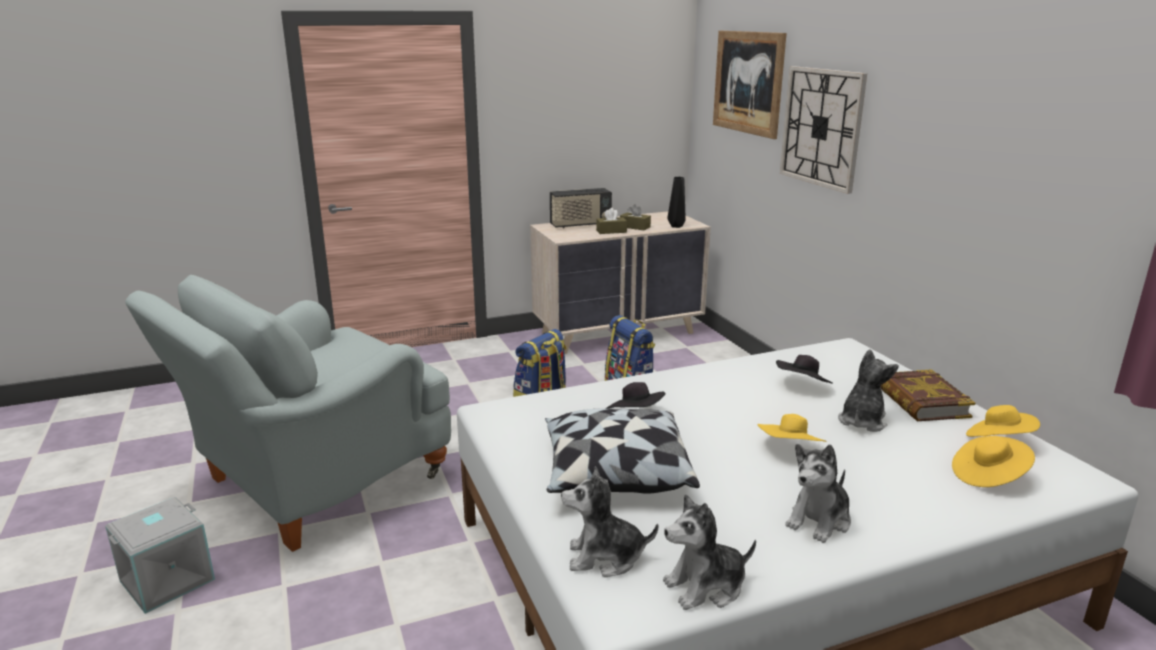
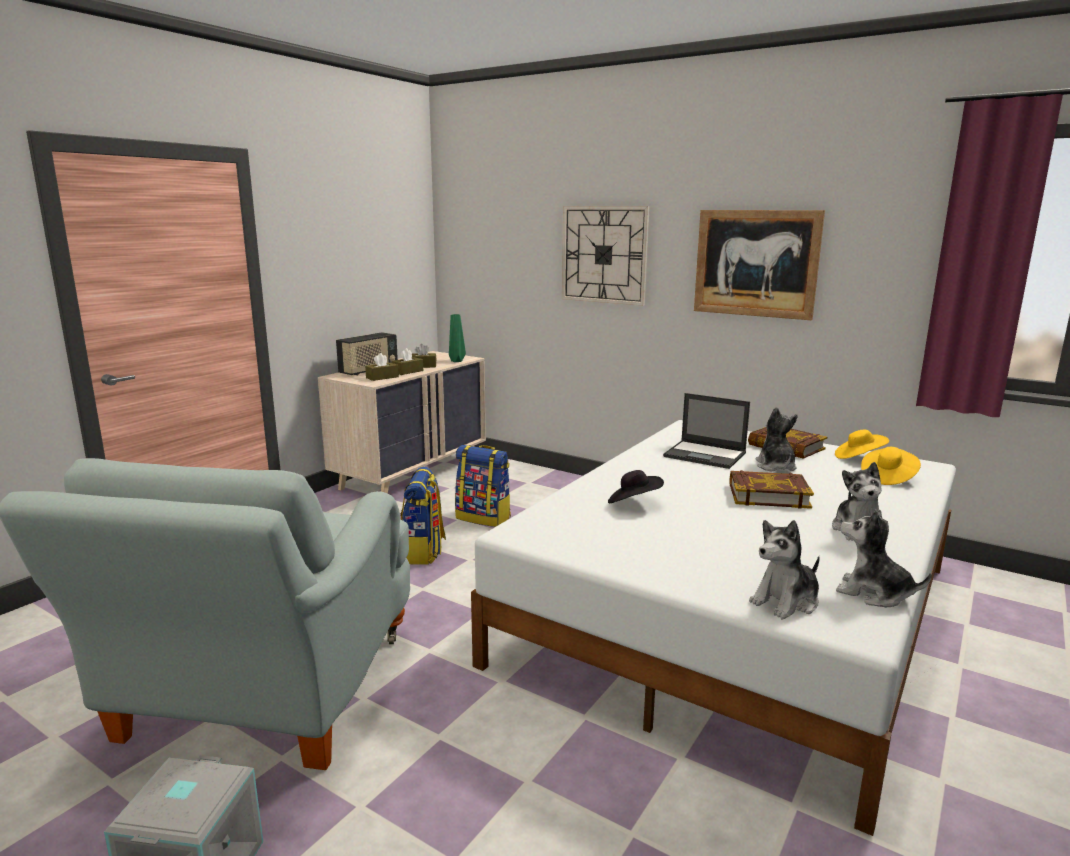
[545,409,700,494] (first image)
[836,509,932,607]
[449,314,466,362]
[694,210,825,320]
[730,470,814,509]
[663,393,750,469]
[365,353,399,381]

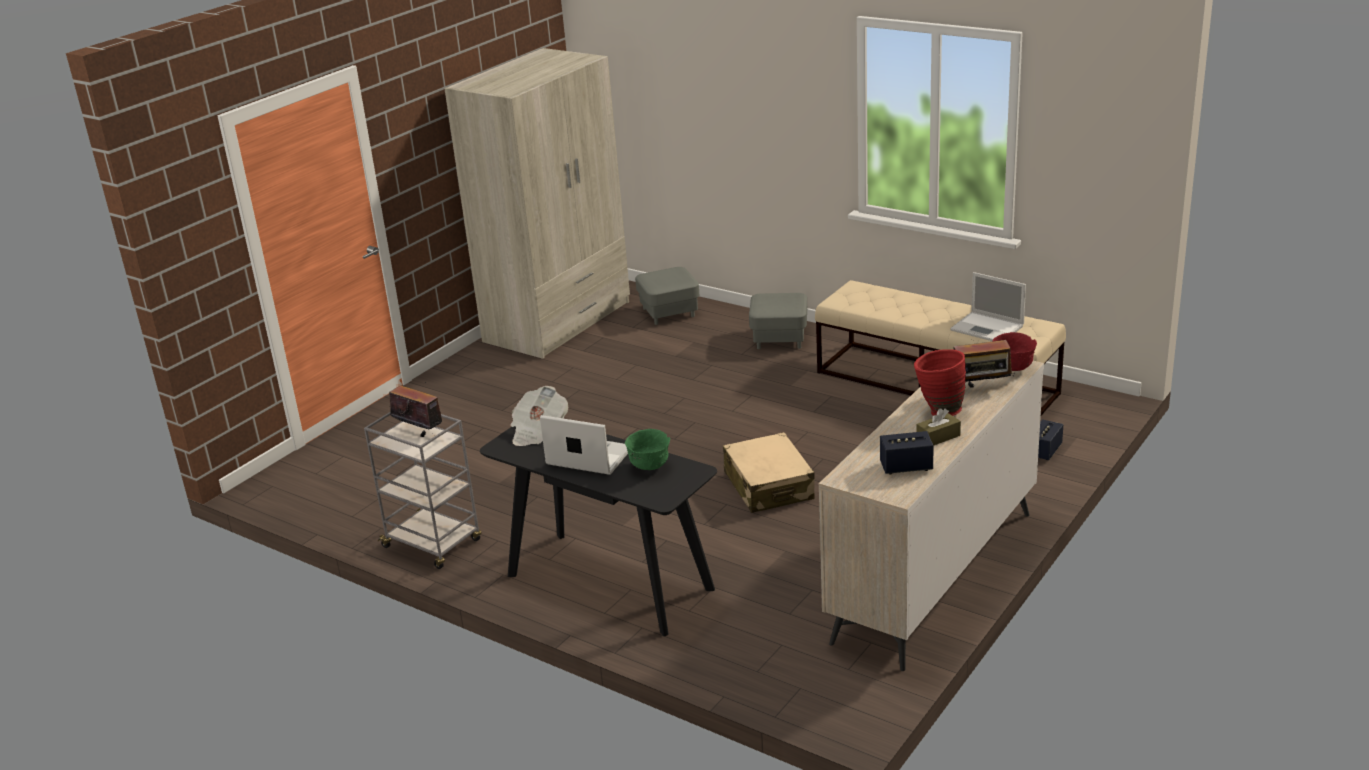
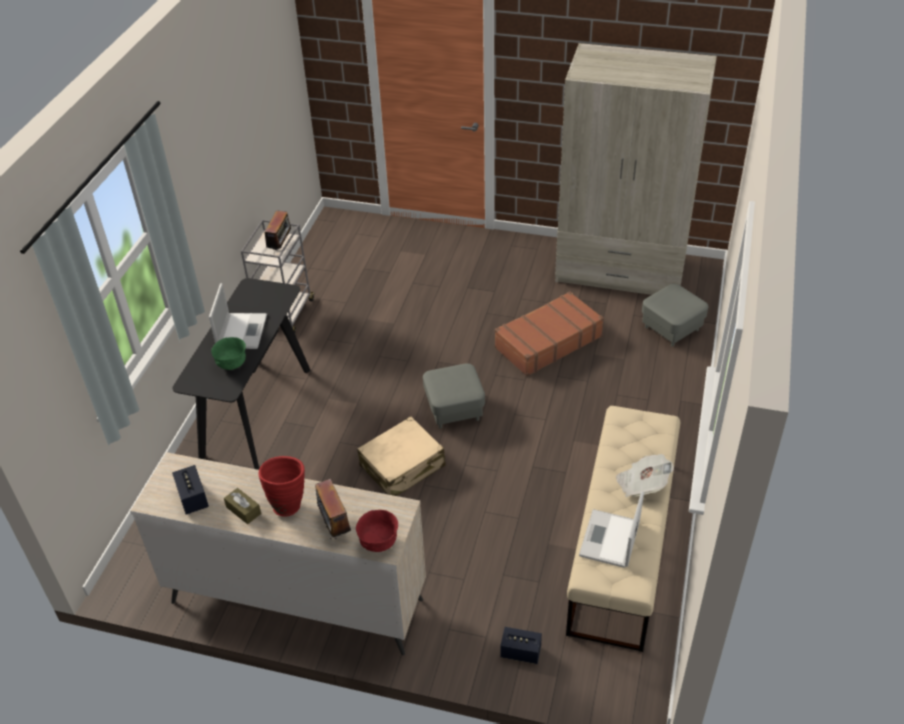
[616,454,674,497]
[423,363,485,429]
[495,291,604,376]

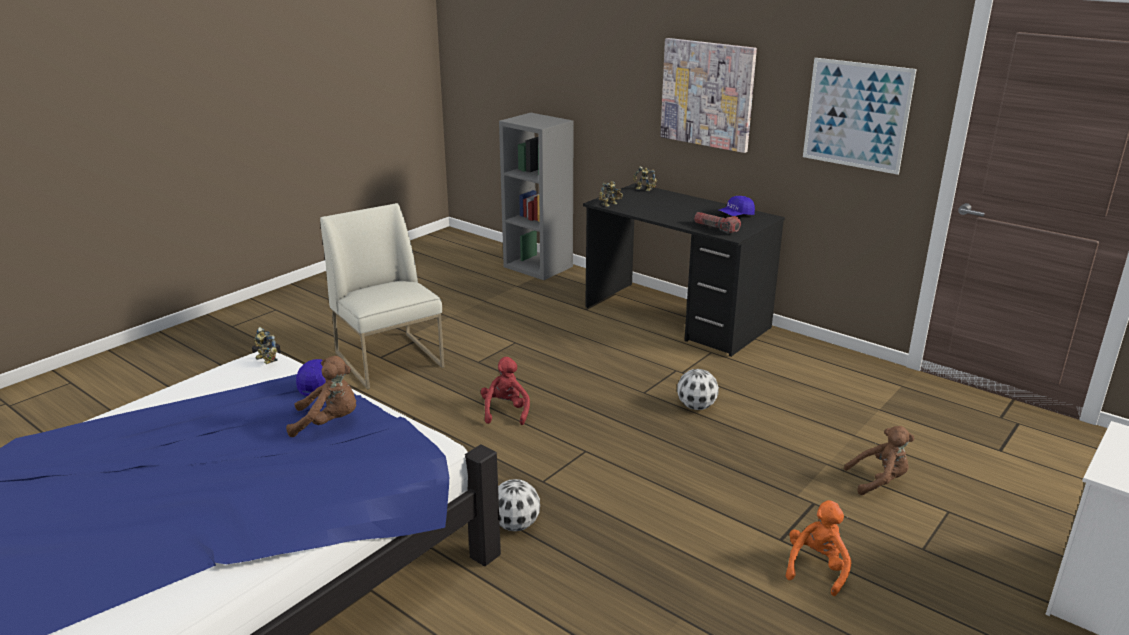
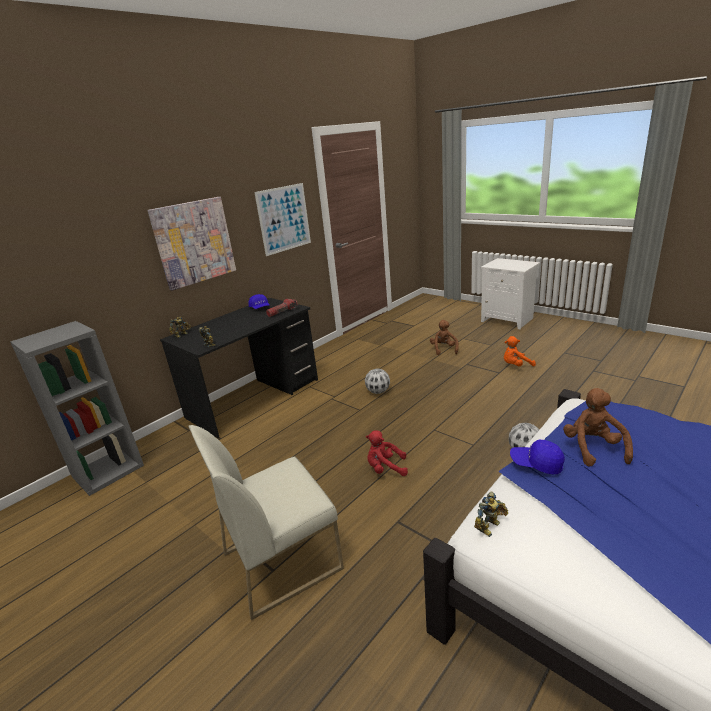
[504,336,536,367]

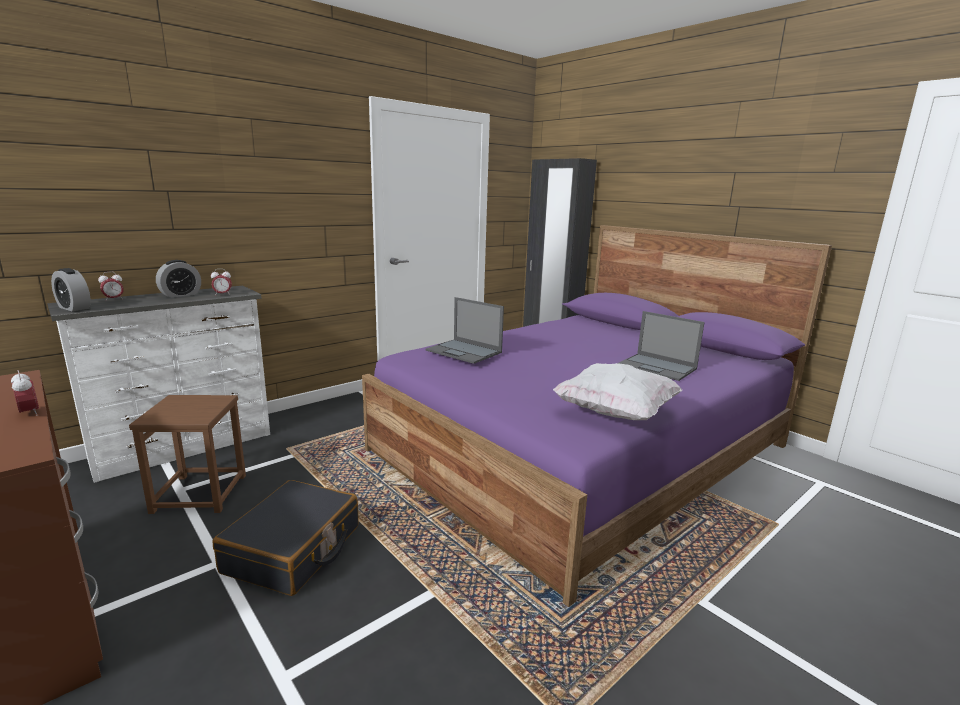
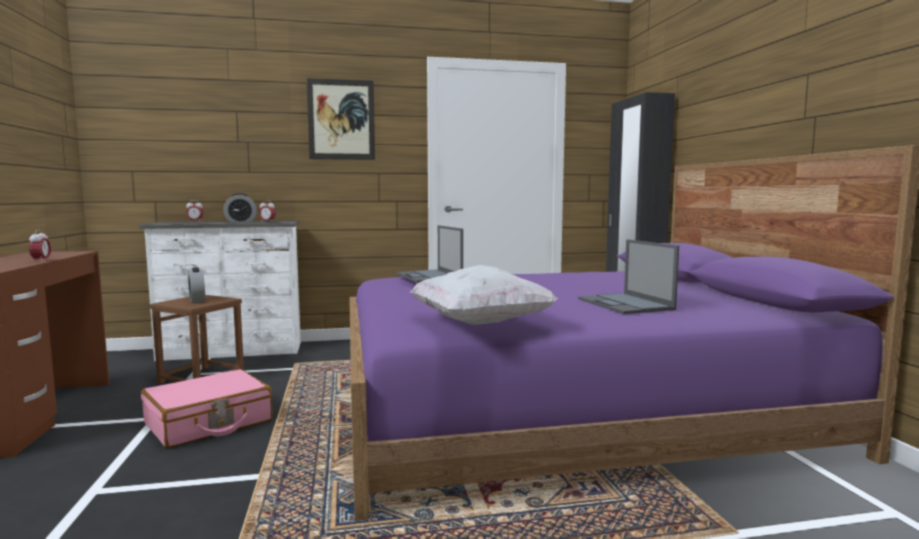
[188,267,205,303]
[141,369,273,448]
[307,78,375,160]

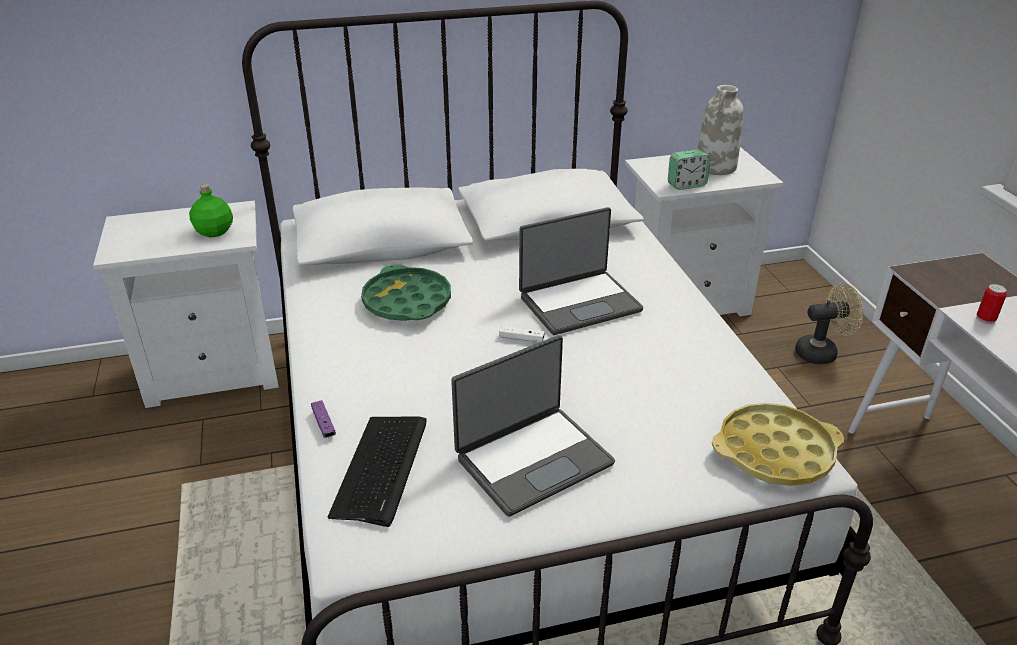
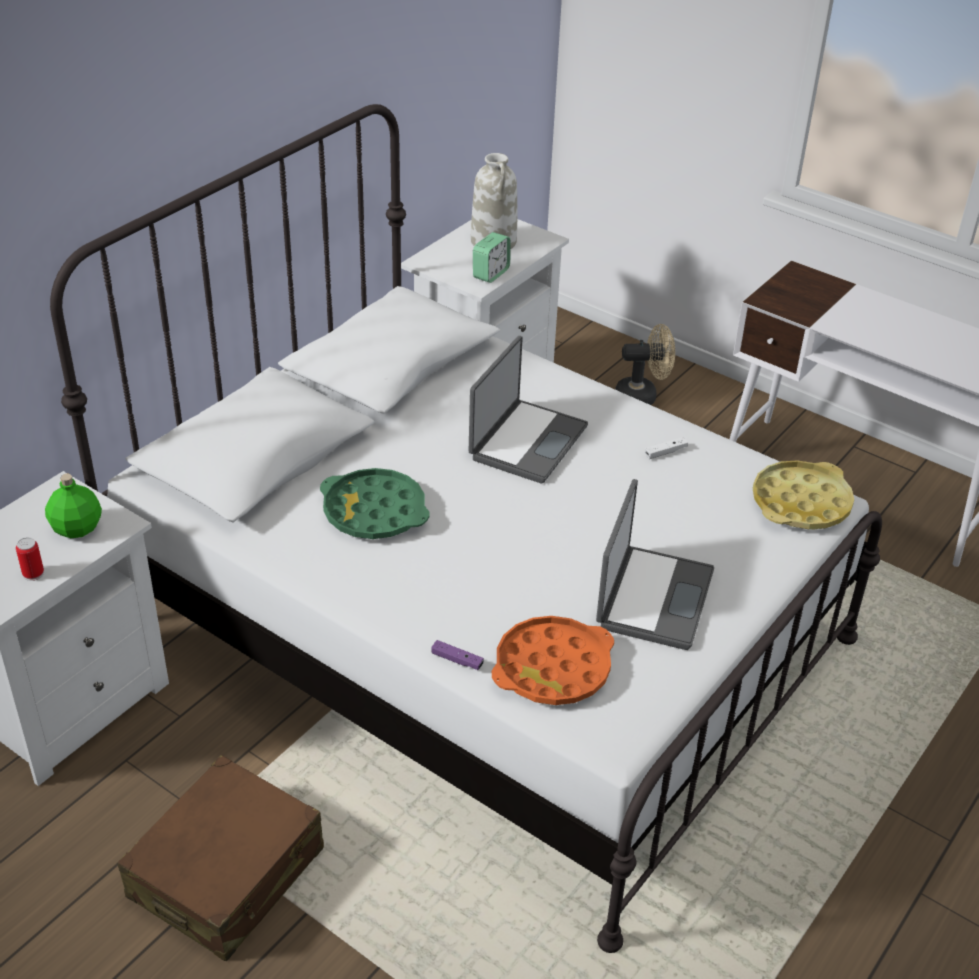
[492,616,614,705]
[645,437,688,459]
[615,324,675,405]
[16,537,44,581]
[117,755,324,961]

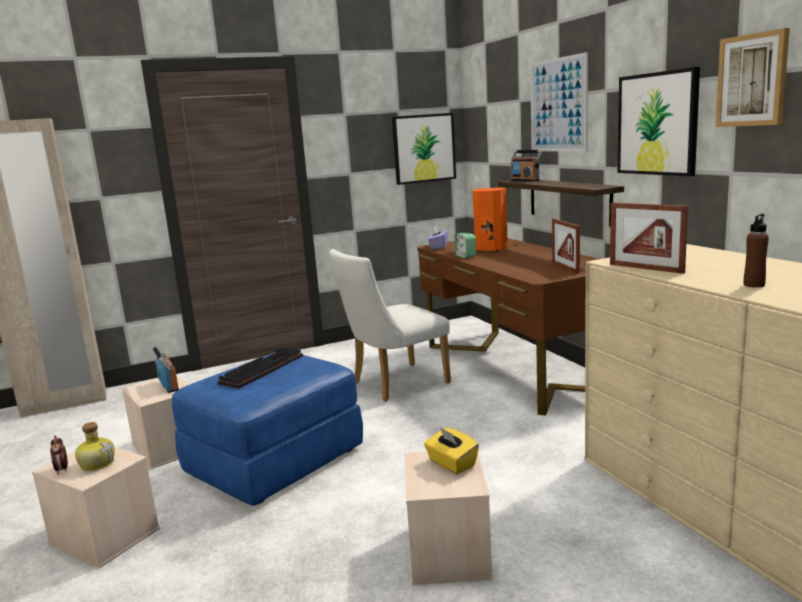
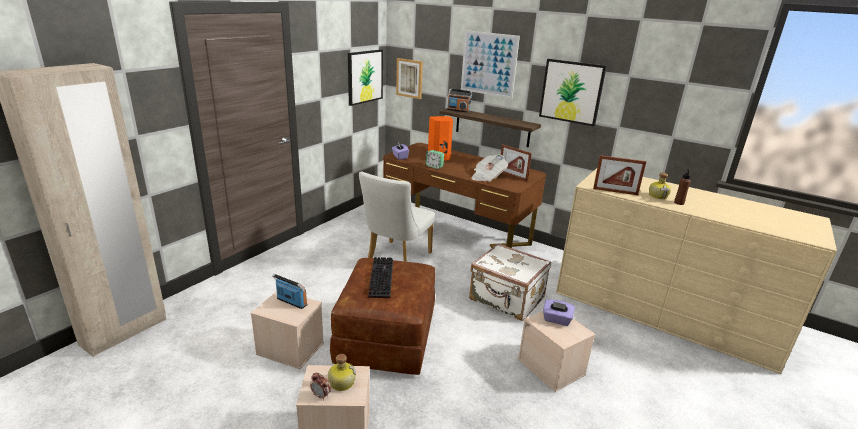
[330,258,435,375]
[543,299,575,326]
[396,58,423,99]
[469,243,551,321]
[471,154,508,182]
[649,173,671,199]

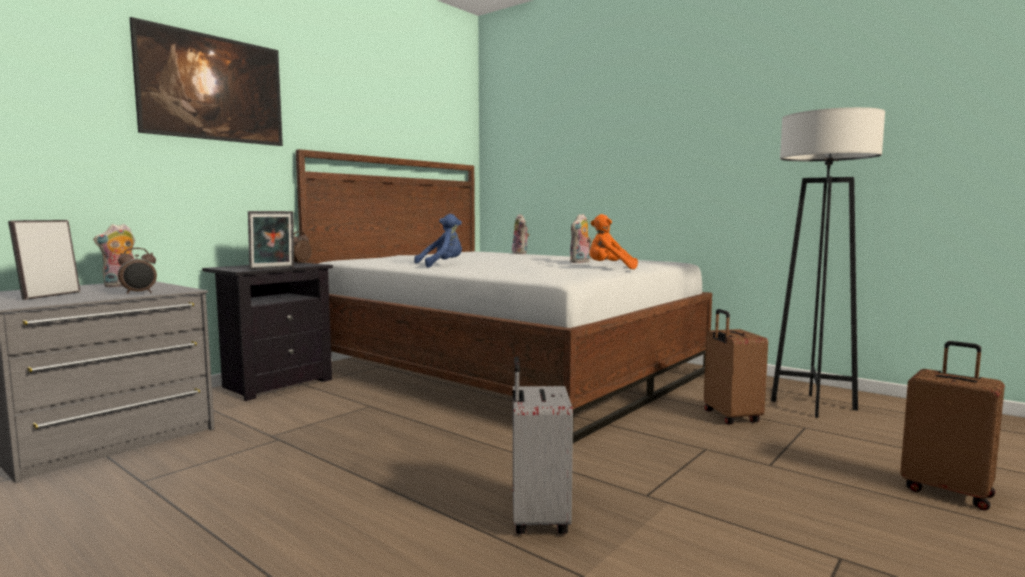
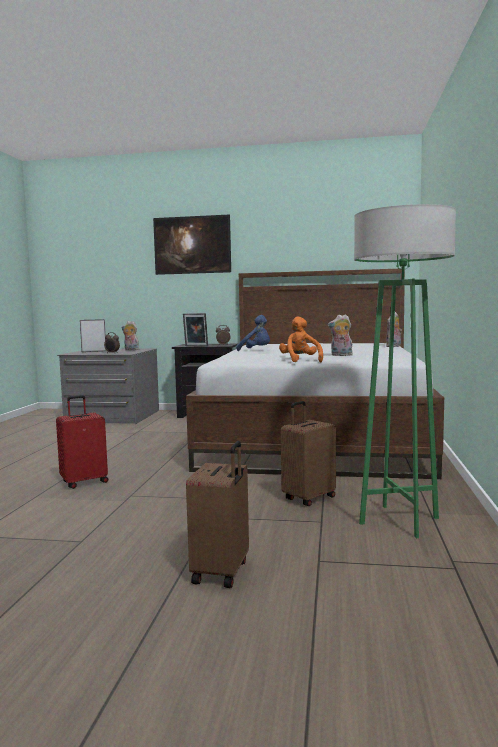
[56,395,108,489]
[354,204,456,538]

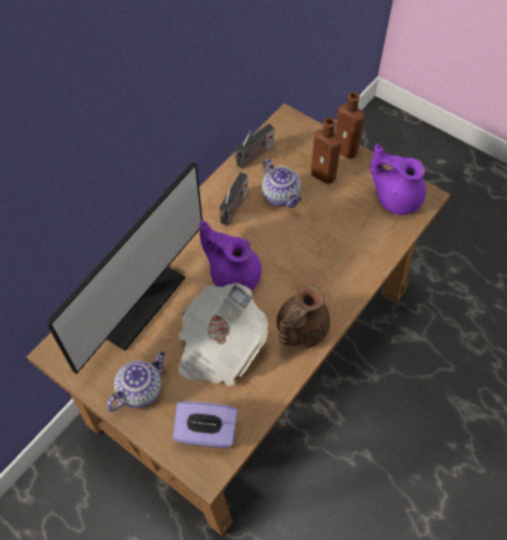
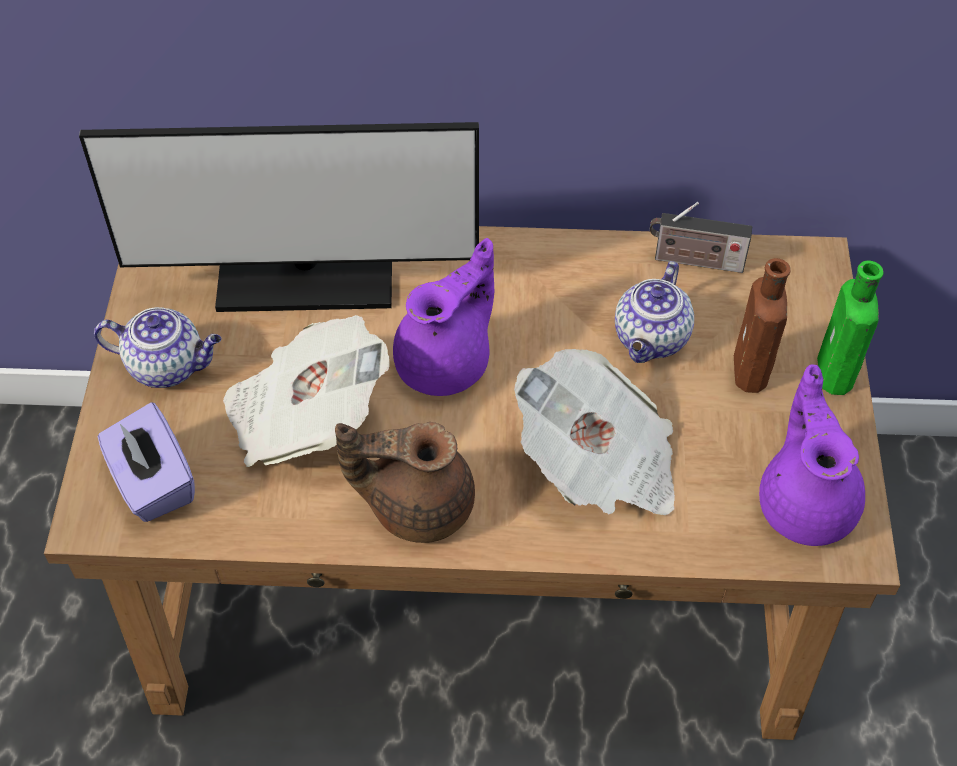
[393,238,494,396]
[220,172,248,226] (first image)
[817,260,884,395]
[514,349,675,515]

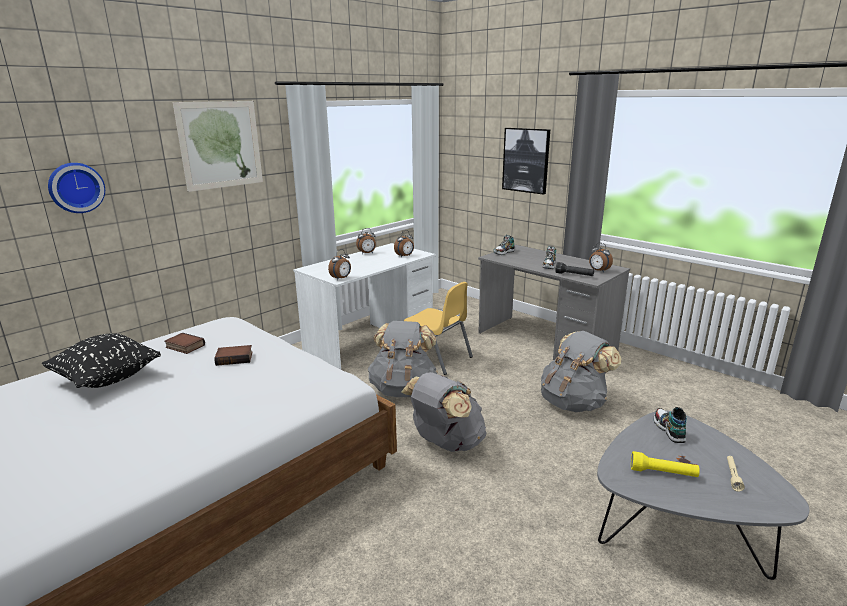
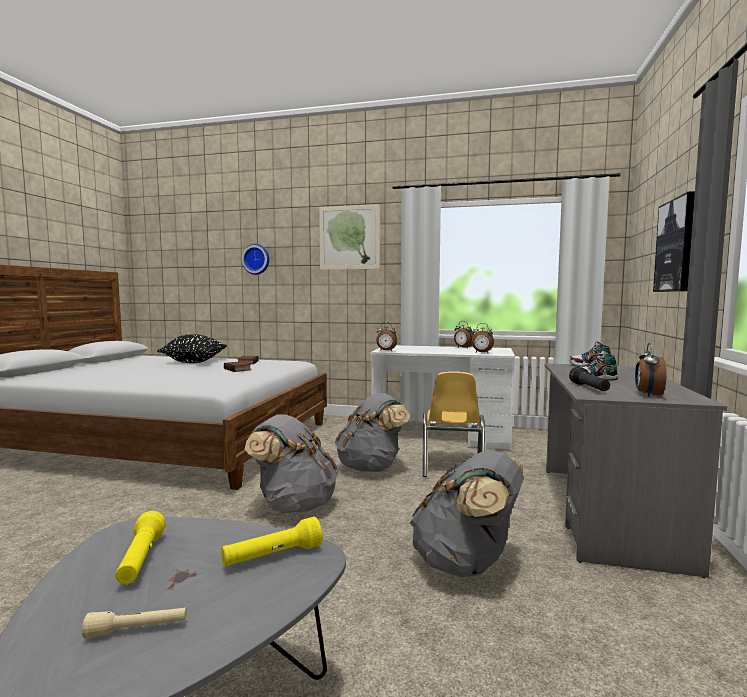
[221,517,323,566]

